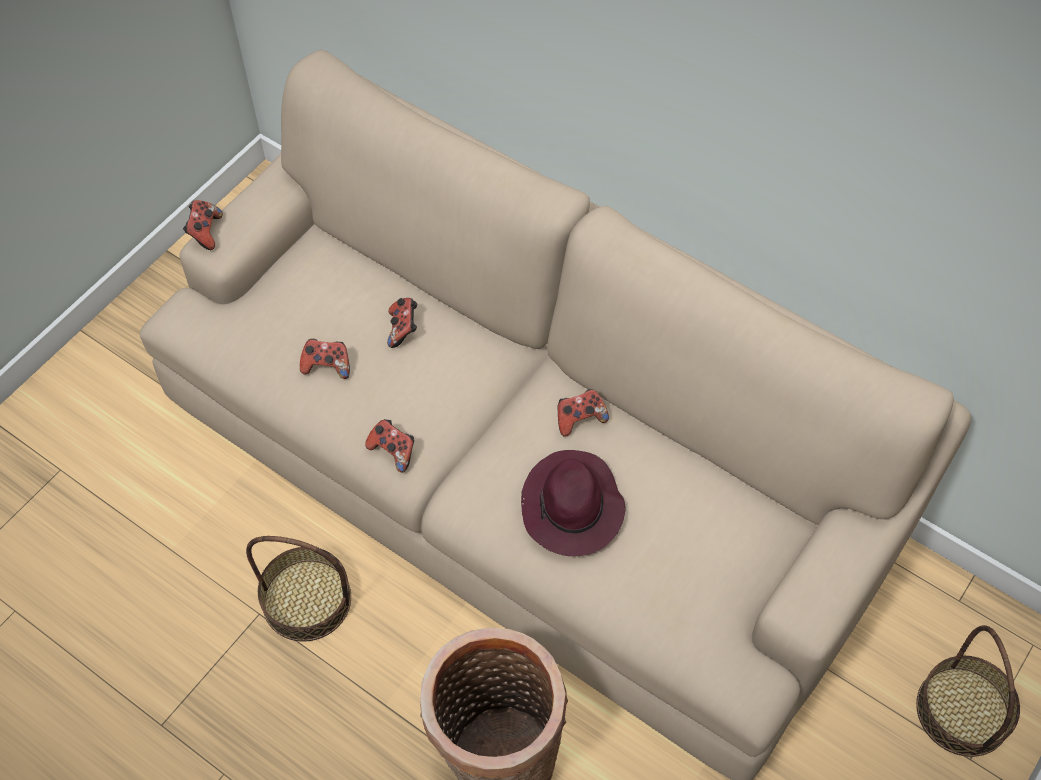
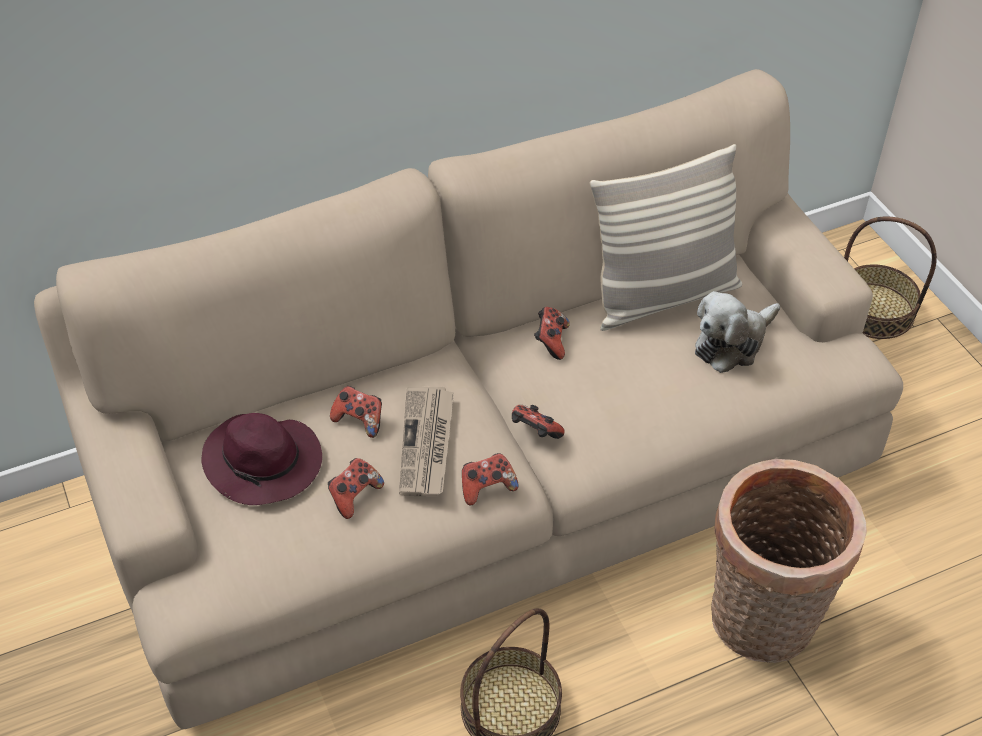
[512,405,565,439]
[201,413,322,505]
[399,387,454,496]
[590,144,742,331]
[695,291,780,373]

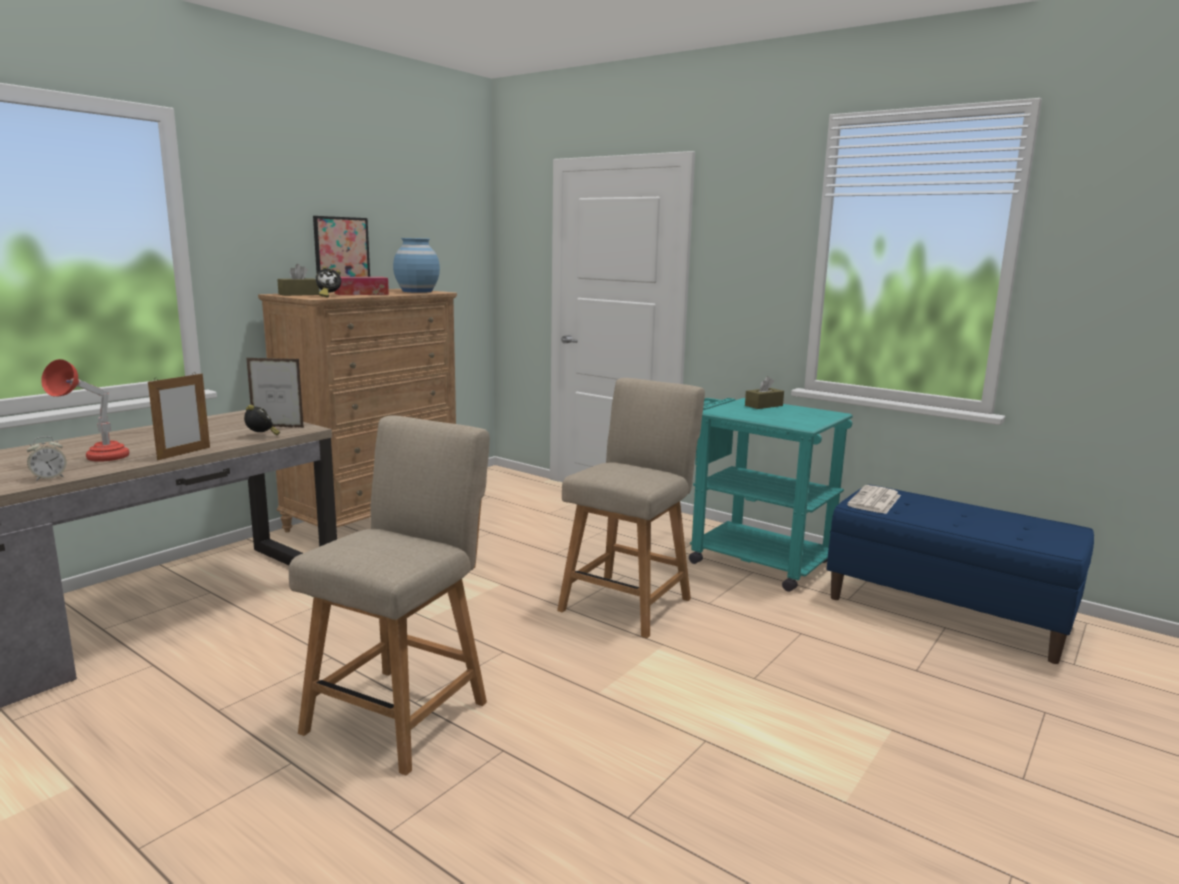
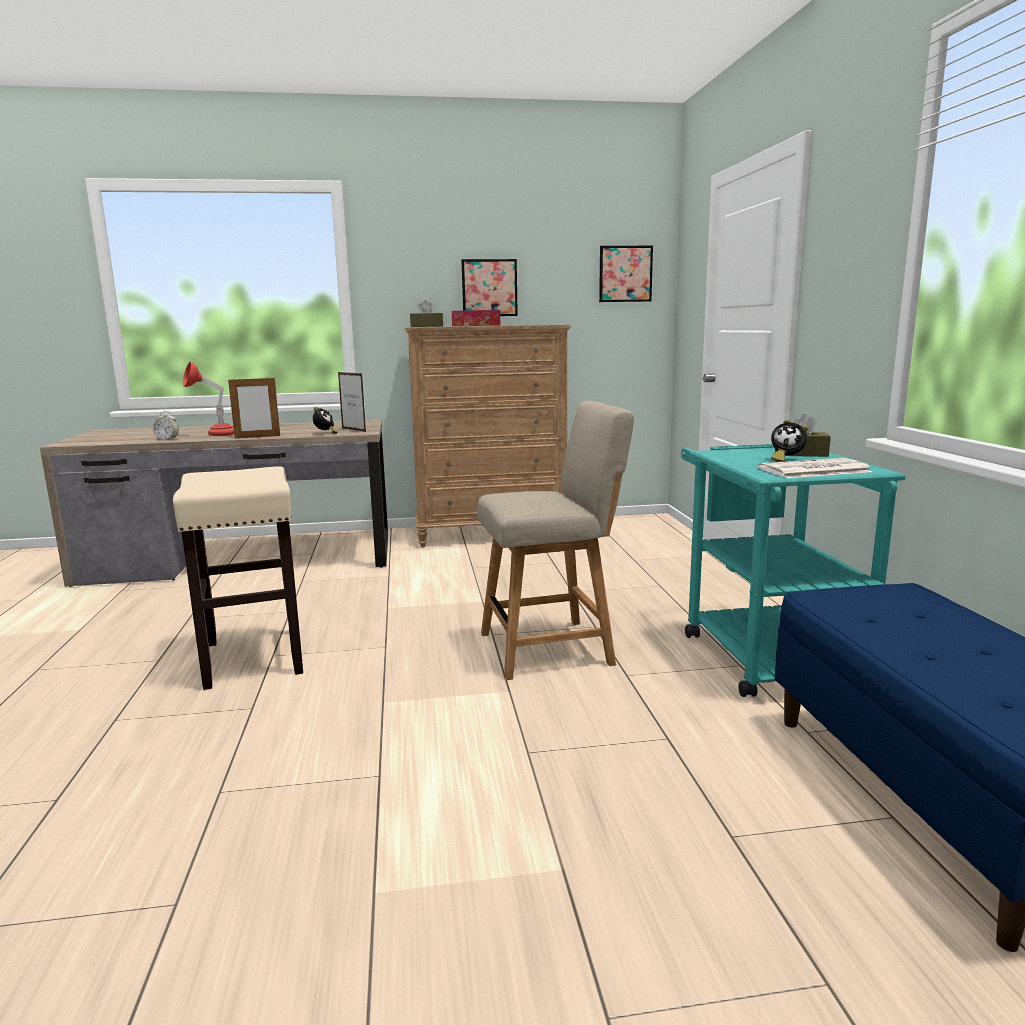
[173,466,303,690]
[771,419,808,462]
[393,238,440,293] (first image)
[758,458,872,478]
[599,246,653,302]

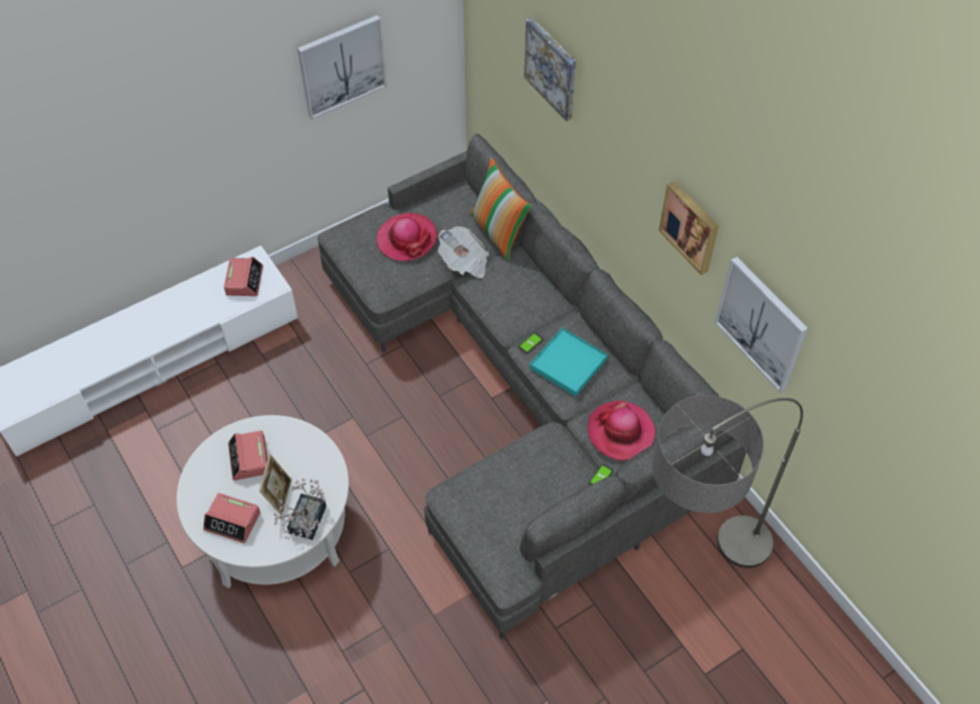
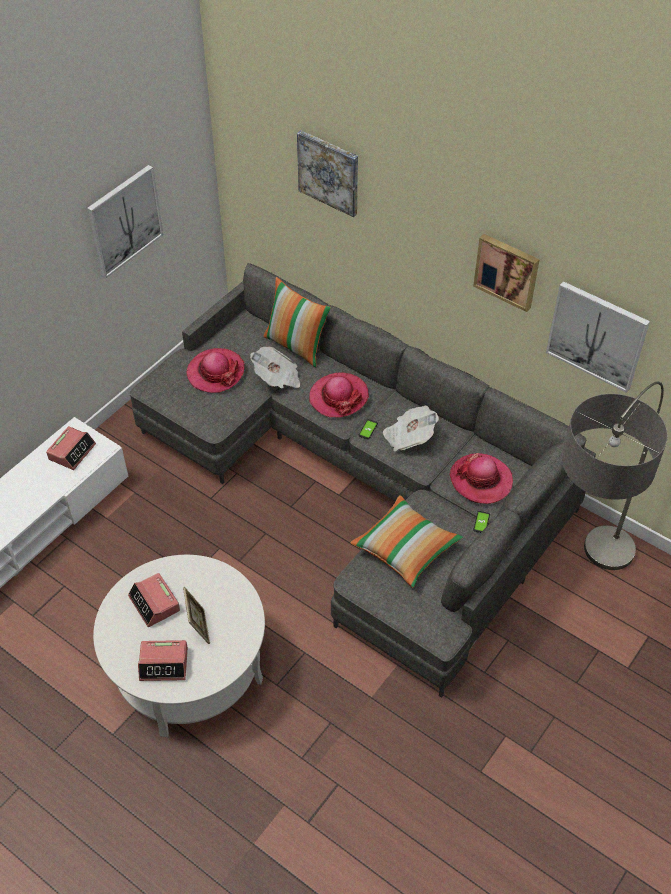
[46,426,96,470]
[274,479,326,540] (first image)
[383,406,439,451]
[309,373,369,418]
[350,495,463,588]

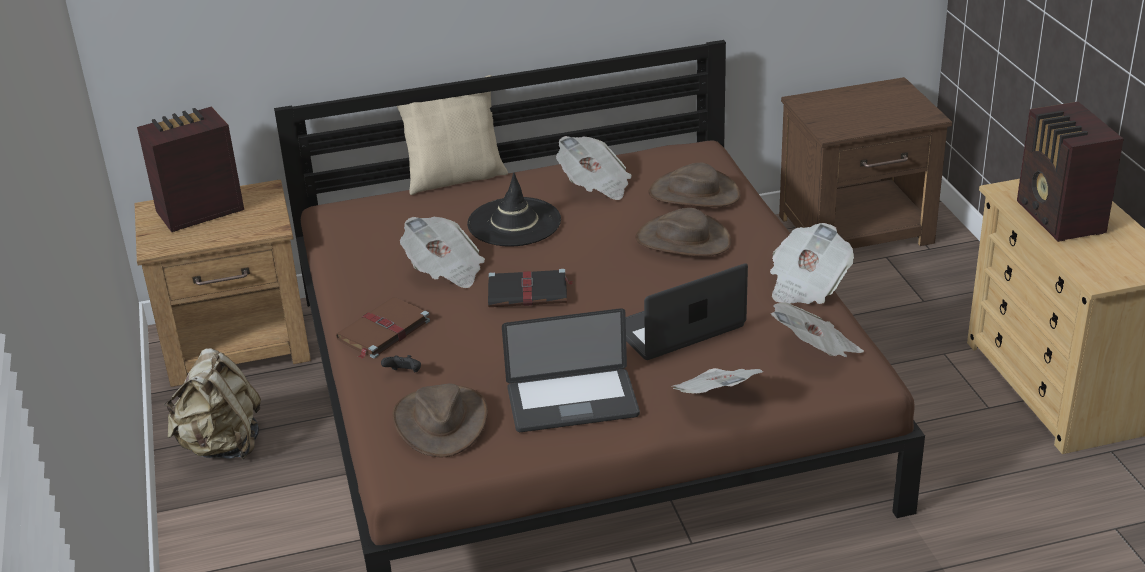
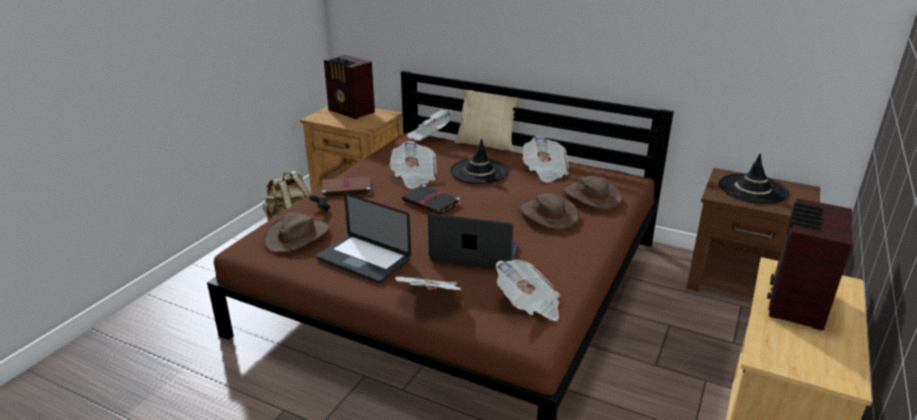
[324,55,375,119]
[407,110,452,141]
[719,153,789,204]

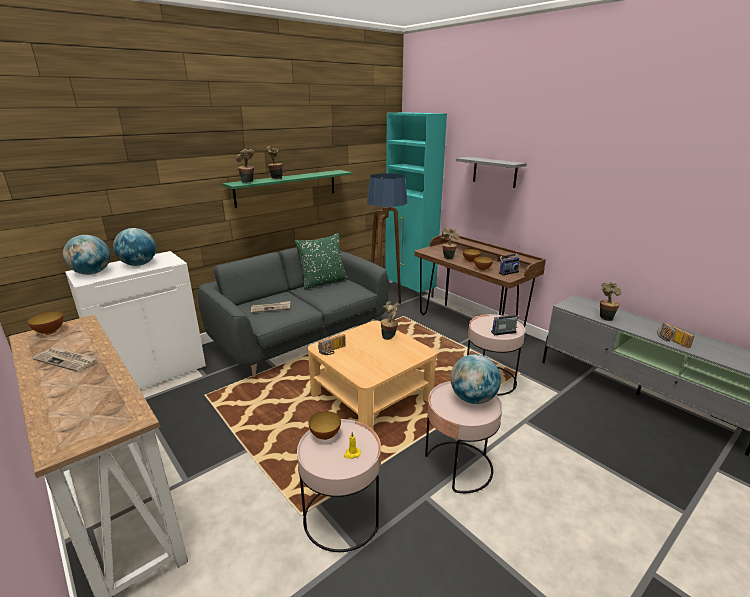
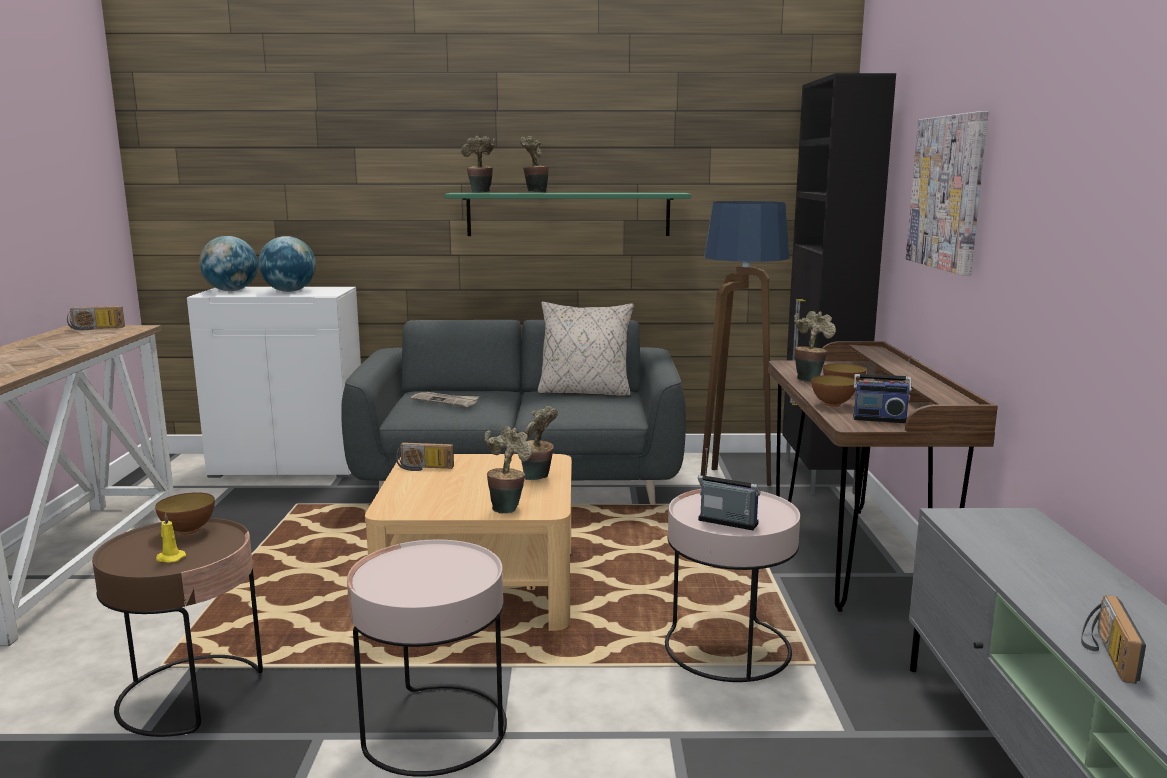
[67,306,125,330]
[33,347,97,372] (first image)
[537,302,634,397]
[92,518,263,737]
[782,73,896,494]
[450,354,501,404] (first image)
[906,111,988,275]
[484,426,532,514]

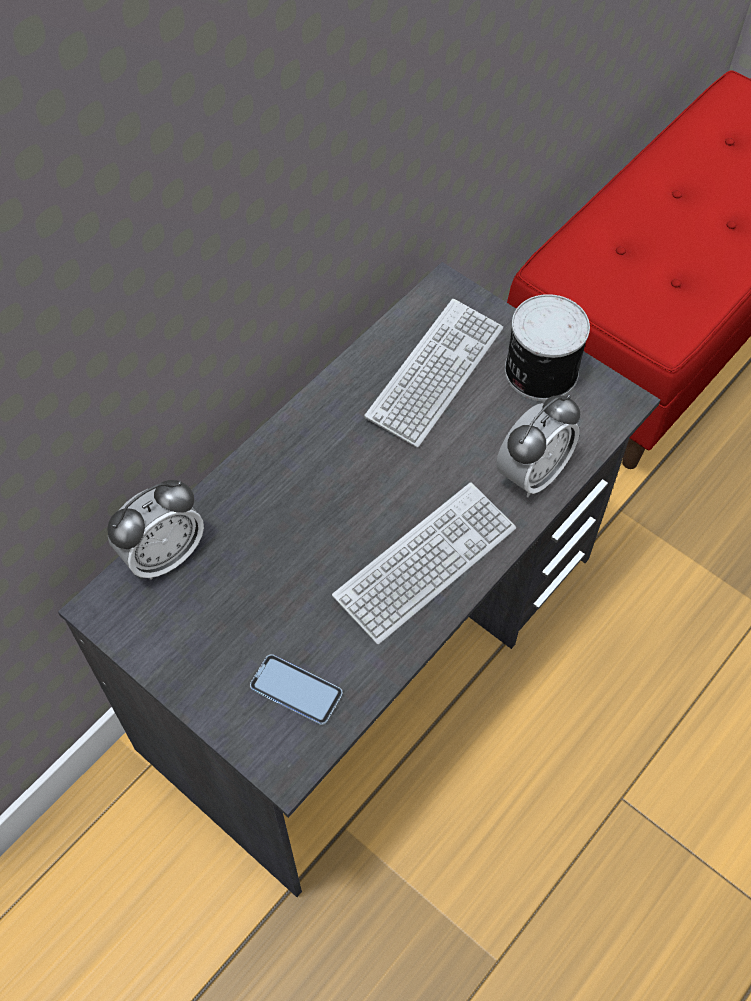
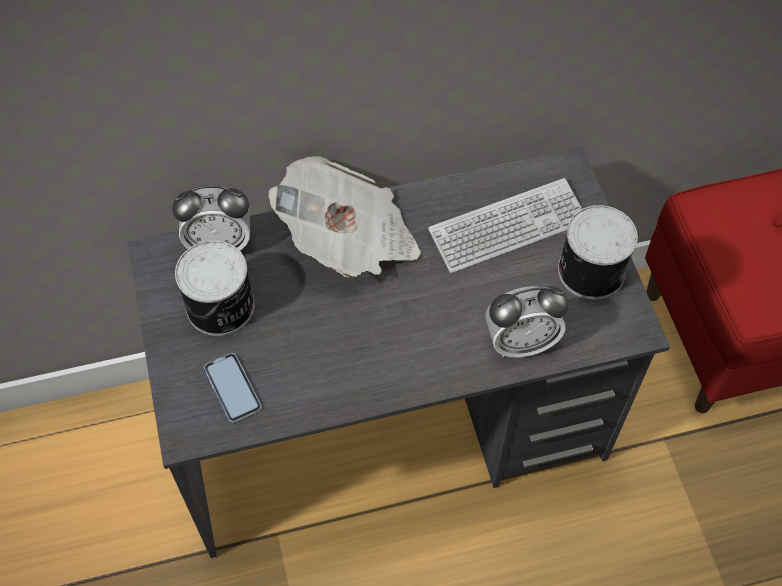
[332,482,516,645] (first image)
[175,240,255,336]
[269,156,421,278]

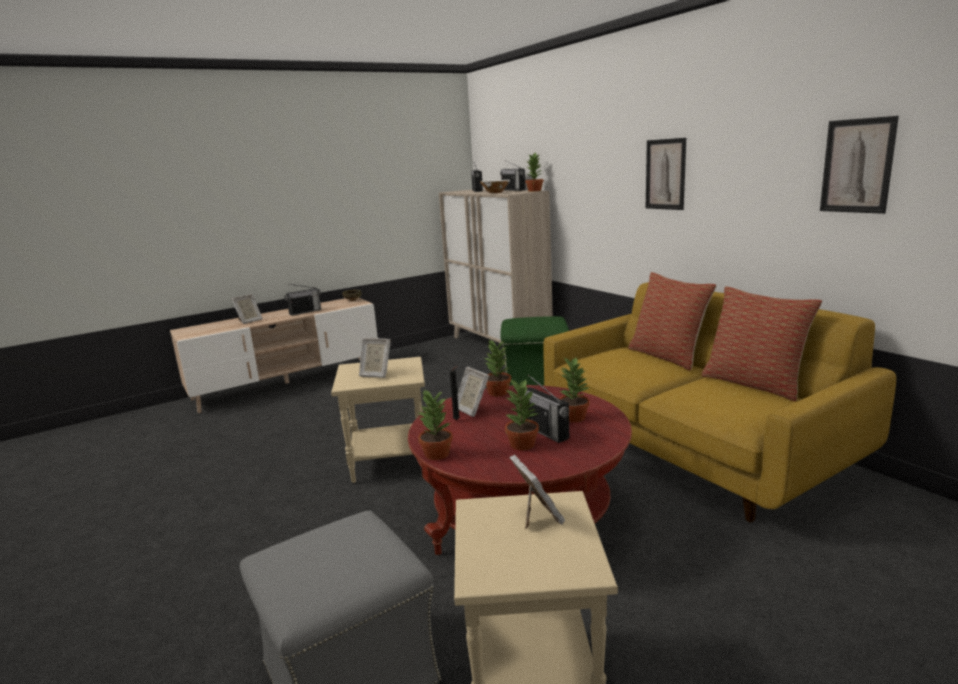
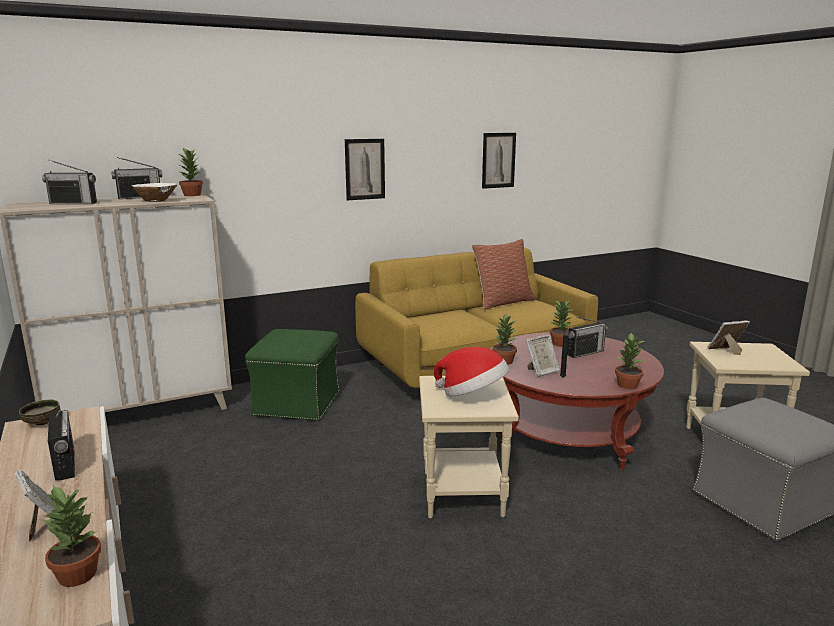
[434,347,509,396]
[42,485,101,587]
[628,272,716,371] (first image)

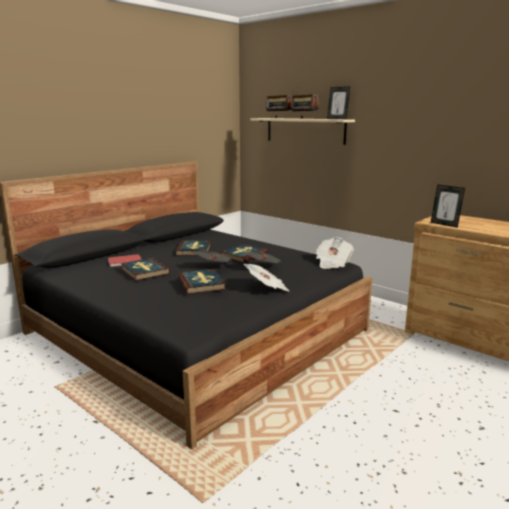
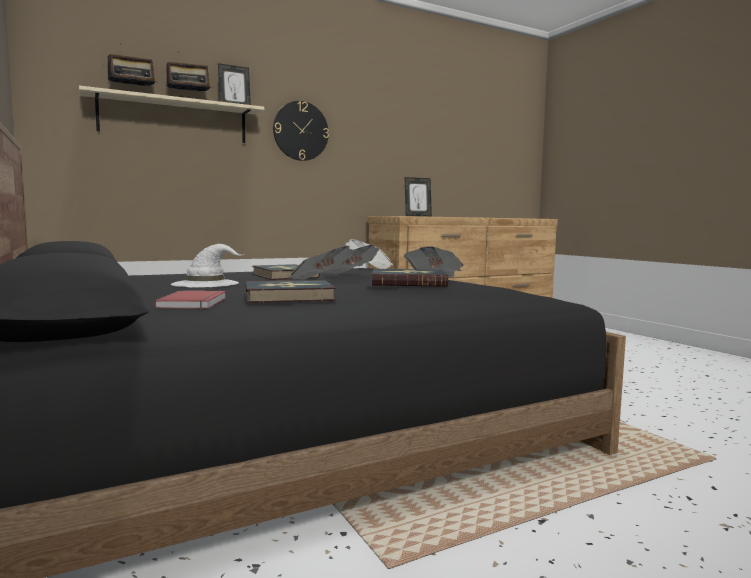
[171,244,245,288]
[273,101,329,161]

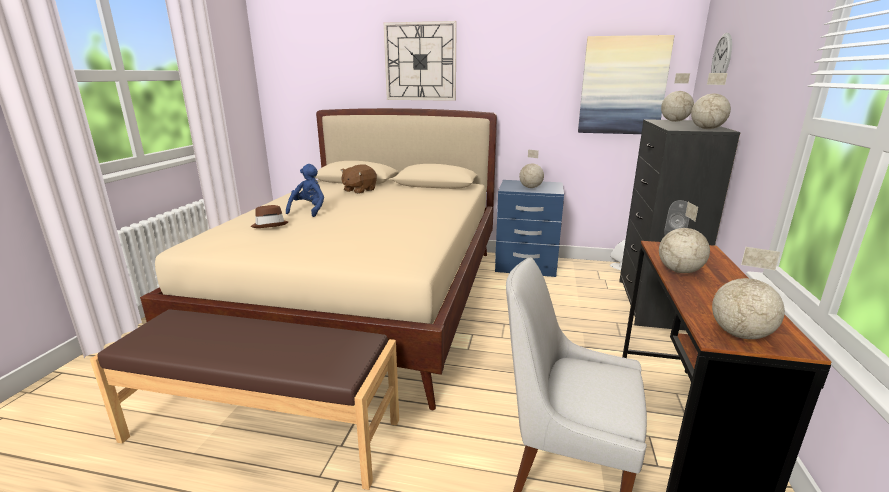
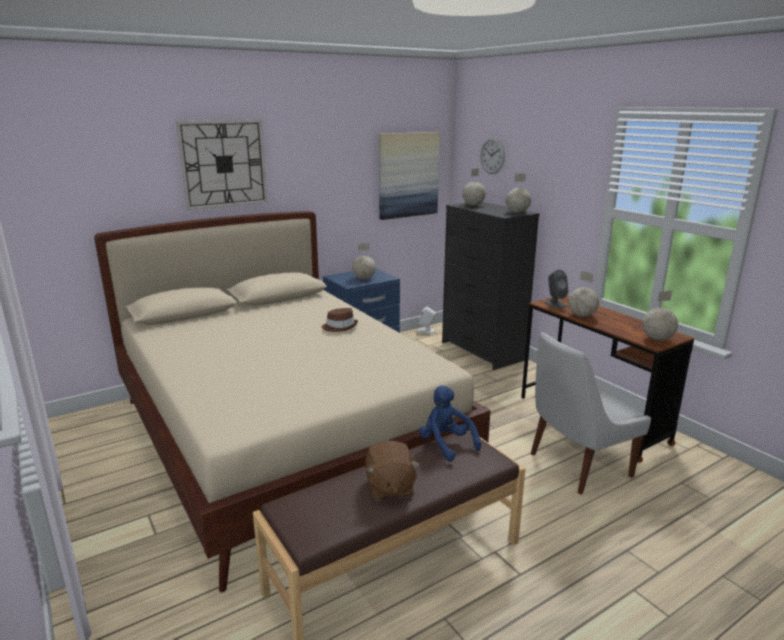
[322,308,358,332]
[419,385,481,461]
[365,441,420,501]

